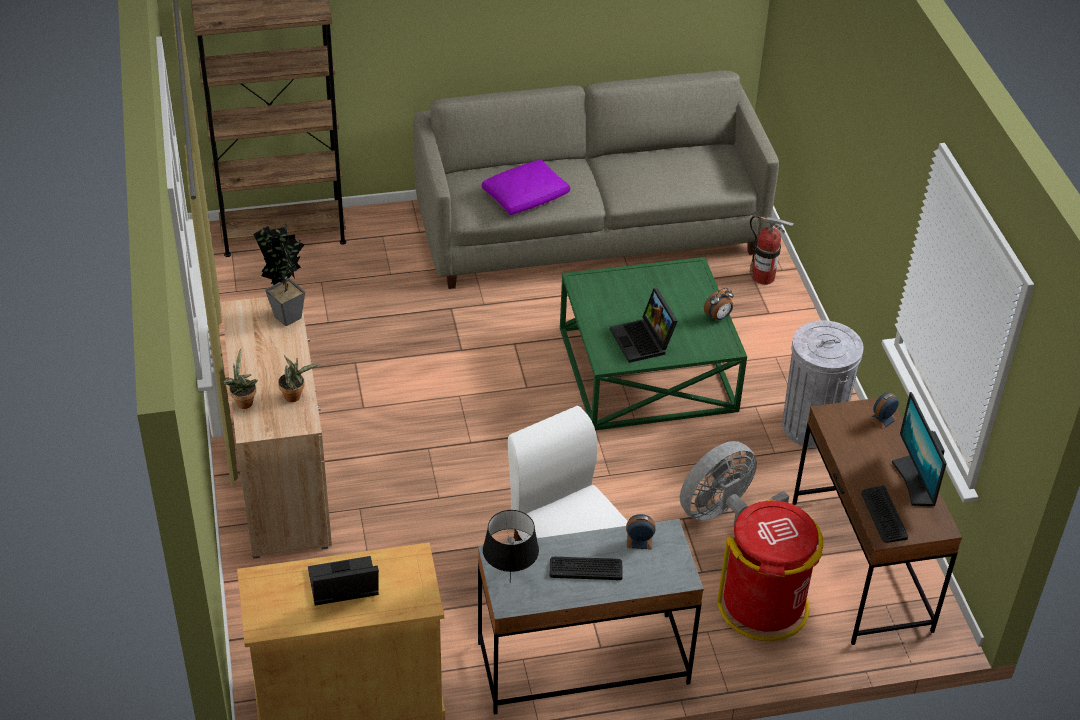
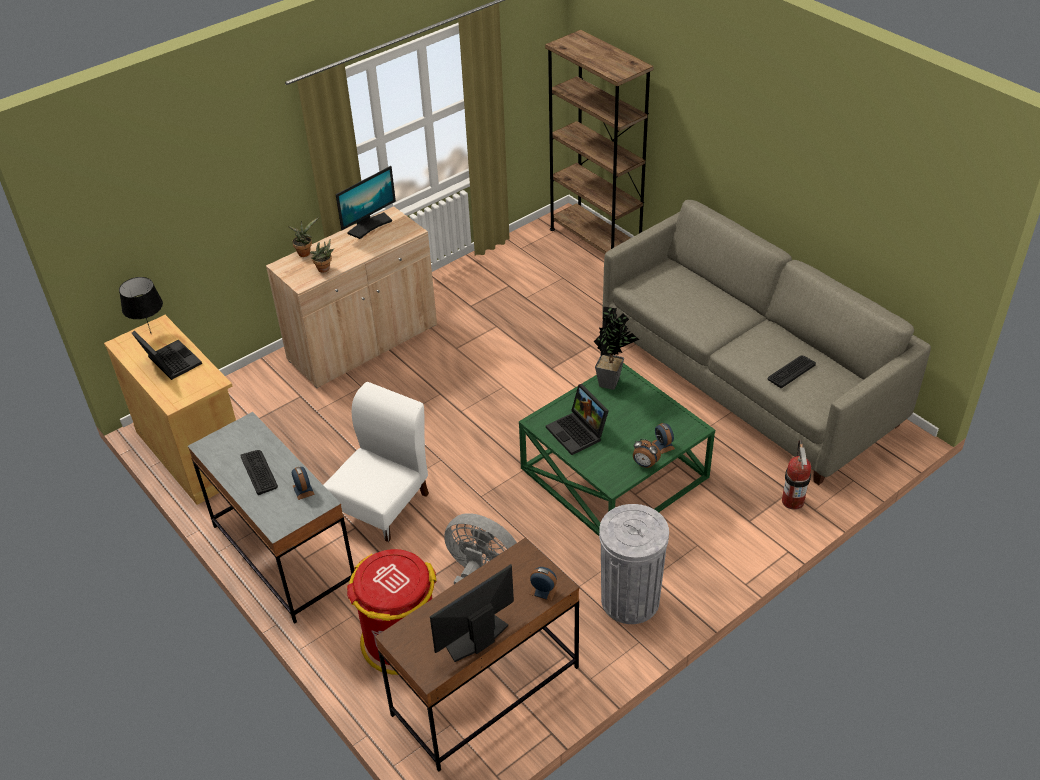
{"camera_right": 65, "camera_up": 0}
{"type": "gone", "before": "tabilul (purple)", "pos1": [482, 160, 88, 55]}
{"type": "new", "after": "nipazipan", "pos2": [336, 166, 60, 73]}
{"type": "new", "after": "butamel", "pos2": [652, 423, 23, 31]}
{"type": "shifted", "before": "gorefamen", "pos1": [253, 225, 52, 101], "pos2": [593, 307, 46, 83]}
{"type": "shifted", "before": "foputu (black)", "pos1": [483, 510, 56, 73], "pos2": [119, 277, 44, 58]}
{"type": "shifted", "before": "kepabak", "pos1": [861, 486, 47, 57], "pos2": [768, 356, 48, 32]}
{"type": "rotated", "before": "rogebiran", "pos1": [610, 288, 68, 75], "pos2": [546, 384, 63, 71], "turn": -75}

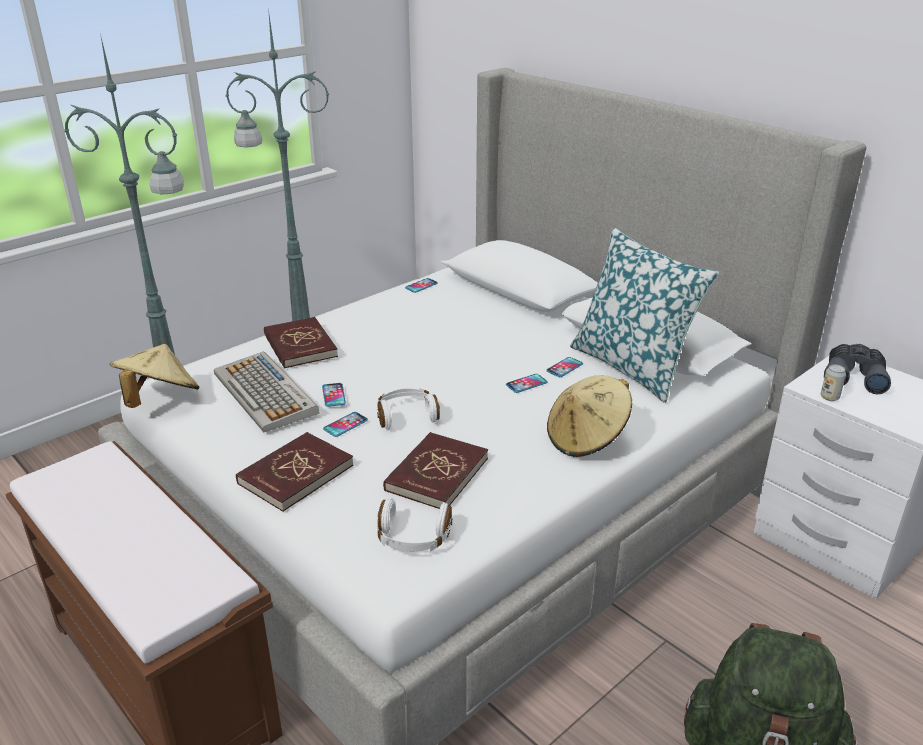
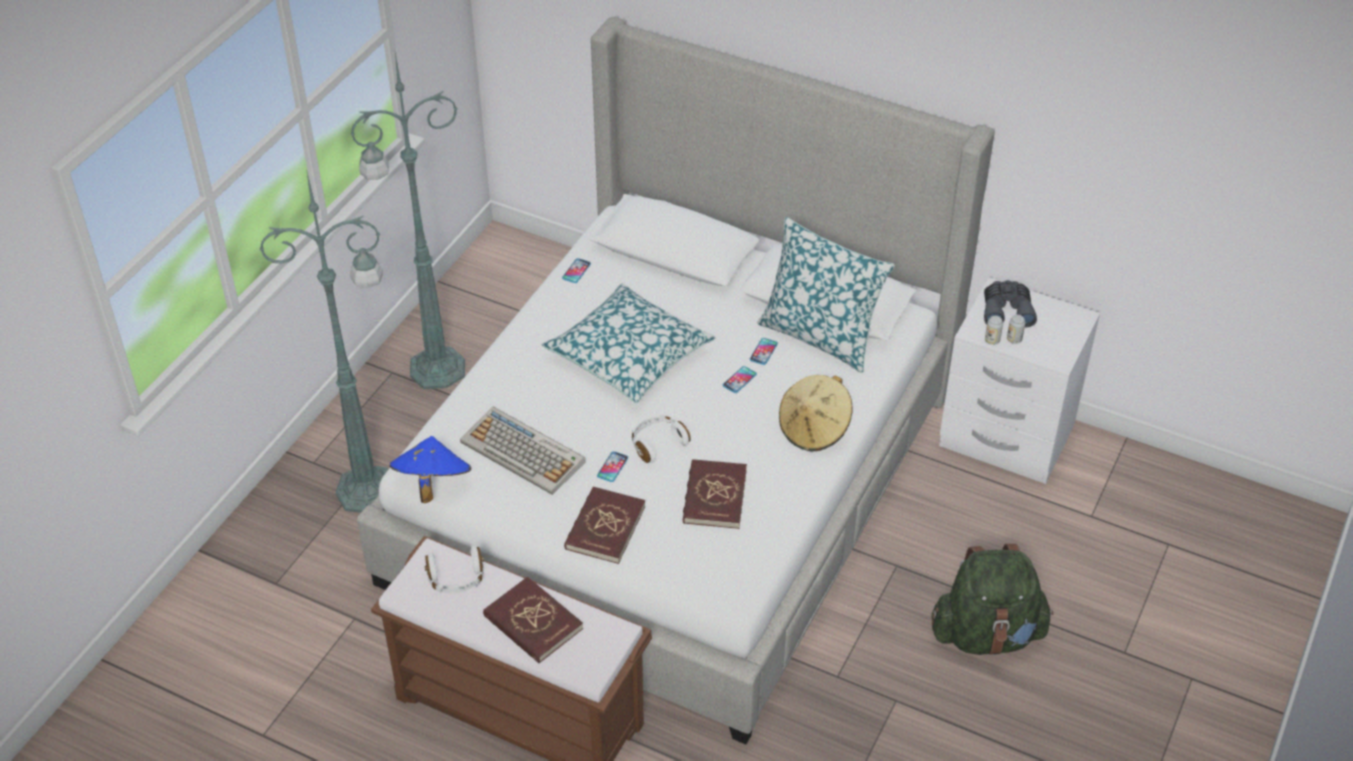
{"camera_right": -20, "camera_up": 15}
{"type": "gone", "before": "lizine", "pos1": [322, 383, 24, 24]}
{"type": "new", "after": "tabilul", "pos2": [542, 284, 173, 119]}
{"type": "new", "after": "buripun", "pos2": [1007, 315, 19, 29]}
{"type": "shifted", "before": "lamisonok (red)", "pos1": [264, 317, 74, 52], "pos2": [483, 577, 100, 86]}
{"type": "shifted", "before": "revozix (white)", "pos1": [377, 498, 76, 54], "pos2": [425, 546, 59, 47]}
{"type": "repainted", "before": "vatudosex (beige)", "after": "vatudosex (blue)", "pos1": [110, 344, 89, 64], "pos2": [390, 436, 81, 67]}

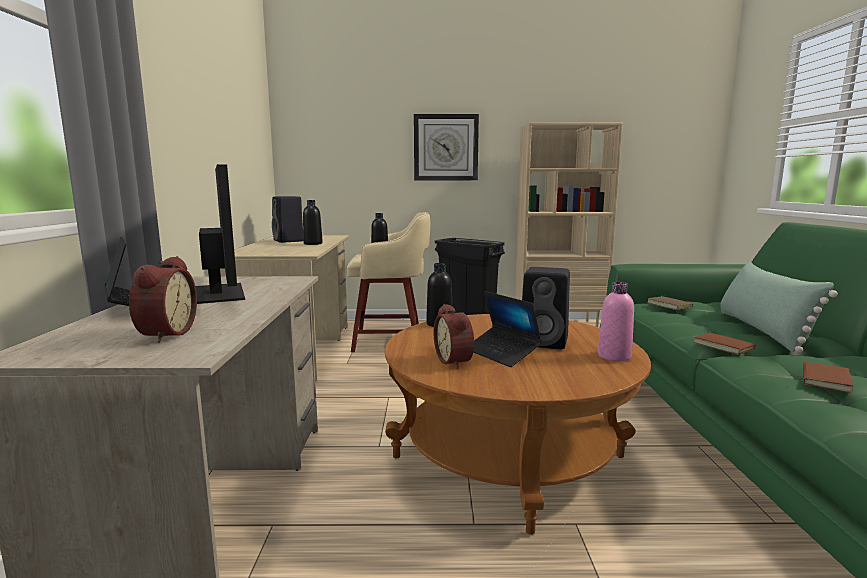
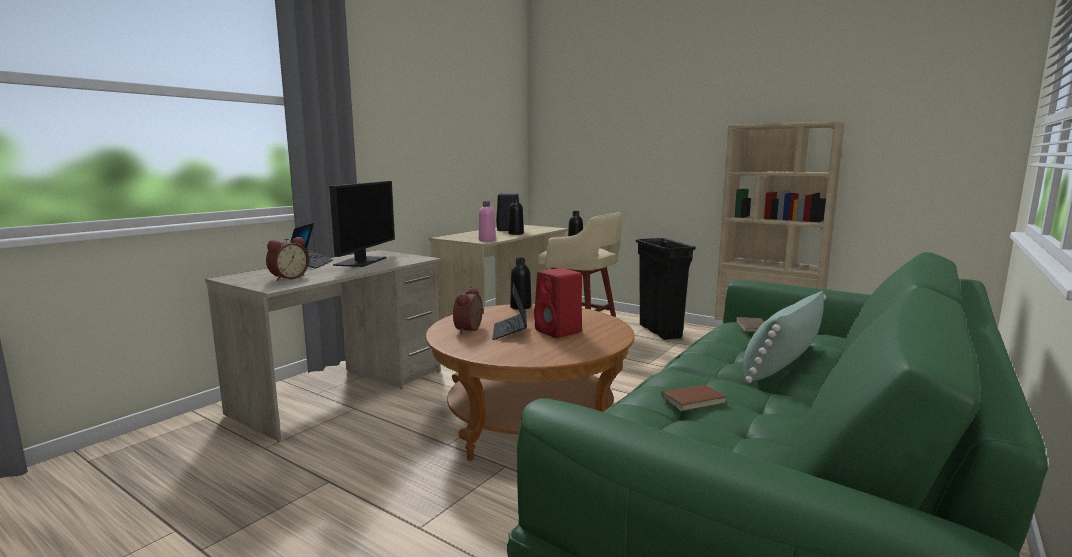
{"camera_right": 35, "camera_up": 0}
{"type": "gone", "before": "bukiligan", "pos1": [414, 114, 65, 66]}
{"type": "gone", "before": "lamisonok (brown)", "pos1": [693, 331, 63, 24]}
{"type": "shifted", "before": "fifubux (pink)", "pos1": [598, 282, 36, 79], "pos2": [479, 201, 16, 41]}
{"type": "repainted", "before": "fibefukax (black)", "after": "fibefukax (red)", "pos1": [522, 267, 48, 82], "pos2": [534, 268, 48, 70]}

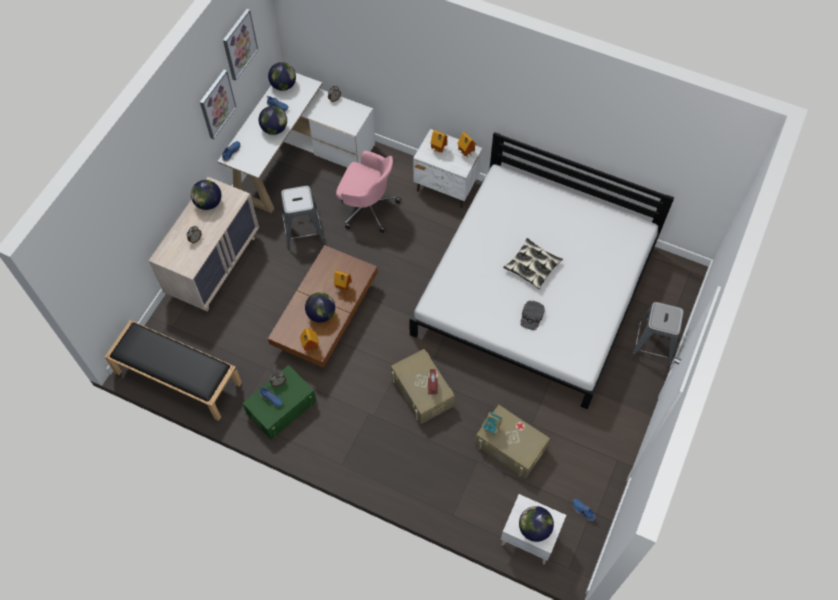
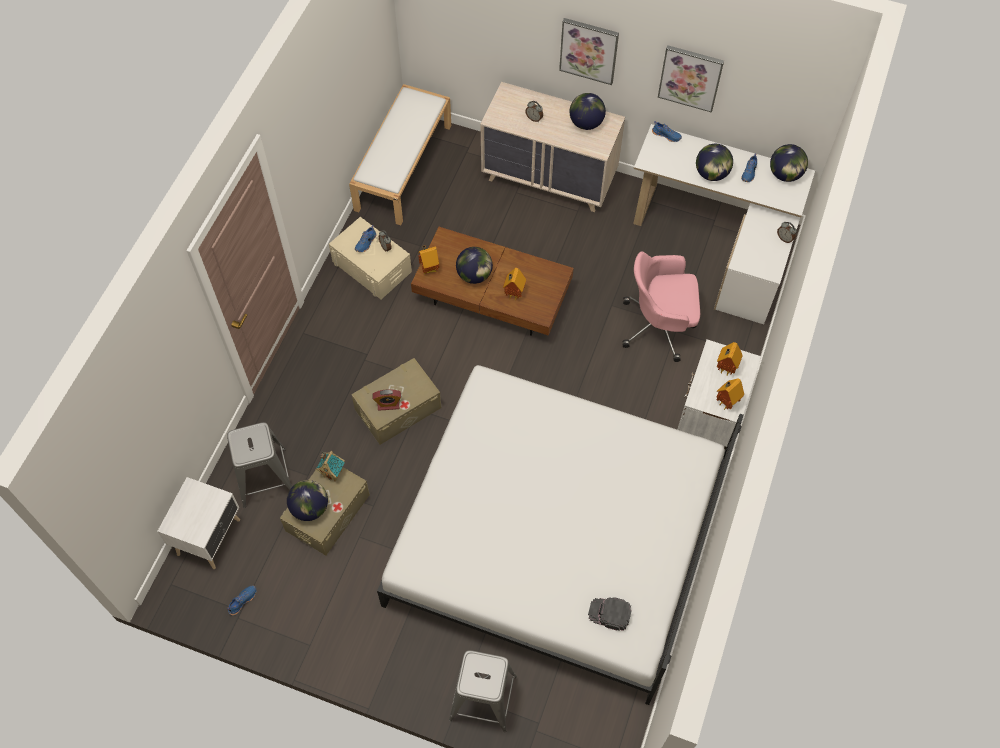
{"camera_right": 85, "camera_up": 0}
{"type": "gone", "before": "tabilul", "pos1": [503, 238, 60, 52]}
{"type": "shifted", "before": "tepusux", "pos1": [223, 9, 35, 72], "pos2": [559, 18, 60, 67]}
{"type": "shifted", "before": "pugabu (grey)", "pos1": [281, 186, 44, 64], "pos2": [227, 422, 66, 86]}
{"type": "shifted", "before": "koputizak", "pos1": [519, 506, 35, 36], "pos2": [287, 480, 41, 41]}
{"type": "shifted", "before": "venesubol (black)", "pos1": [520, 300, 25, 30], "pos2": [588, 597, 44, 34]}
{"type": "repainted", "before": "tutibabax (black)", "after": "tutibabax (white)", "pos1": [105, 320, 137, 101], "pos2": [349, 84, 102, 141]}
{"type": "repainted", "before": "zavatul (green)", "after": "zavatul (beige)", "pos1": [242, 365, 74, 75], "pos2": [329, 217, 83, 82]}
{"type": "rotated", "before": "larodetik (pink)", "pos1": [336, 151, 65, 82], "pos2": [622, 252, 78, 110], "turn": 75}

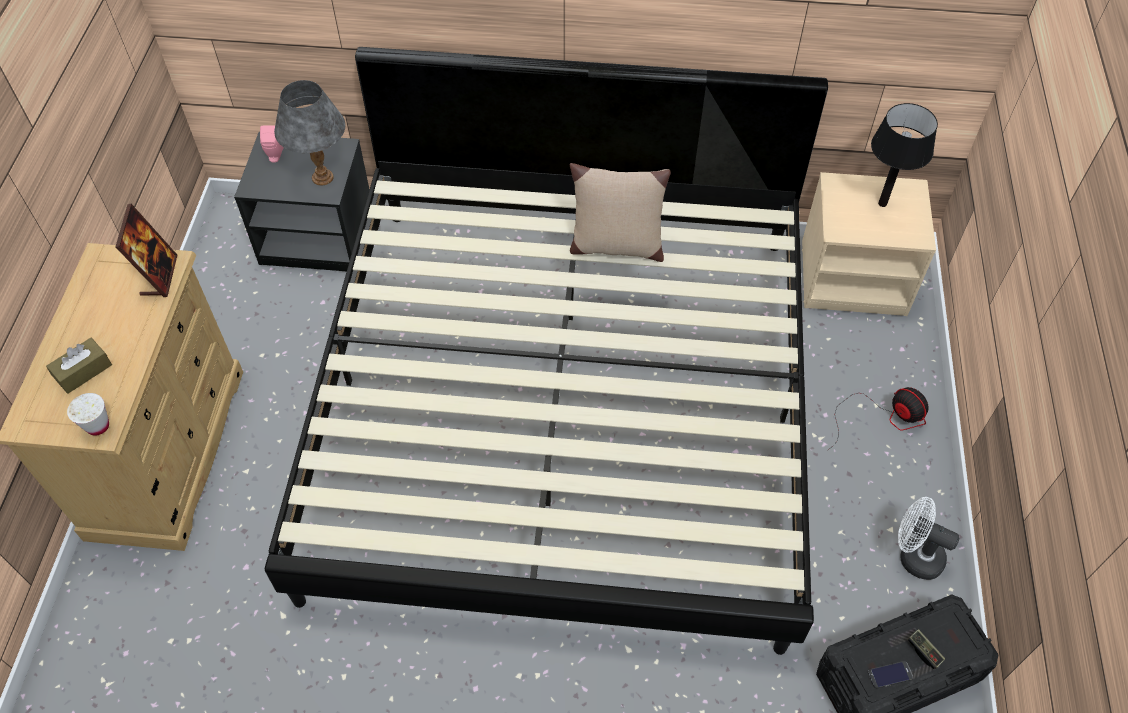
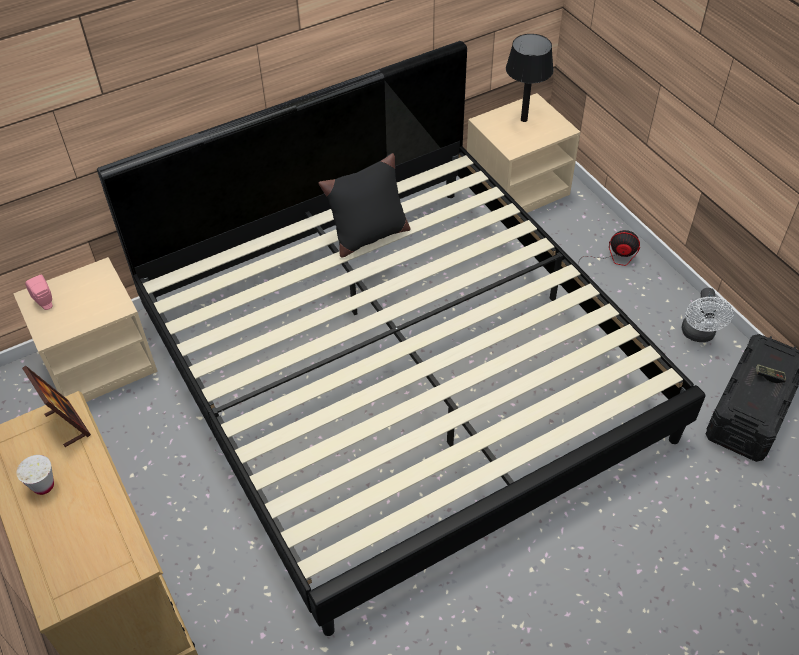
{"camera_right": -35, "camera_up": -5}
{"type": "gone", "before": "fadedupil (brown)", "pos1": [46, 338, 66, 56]}
{"type": "gone", "before": "foputu (grey)", "pos1": [274, 80, 72, 106]}
{"type": "gone", "before": "lizine", "pos1": [868, 661, 45, 27]}
{"type": "shifted", "before": "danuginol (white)", "pos1": [67, 393, 42, 42], "pos2": [17, 455, 37, 40]}
{"type": "repainted", "before": "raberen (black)", "after": "raberen (beige)", "pos1": [234, 132, 136, 139], "pos2": [13, 257, 145, 145]}
{"type": "repainted", "before": "tabilul (beige)", "after": "tabilul (black)", "pos1": [570, 163, 101, 99], "pos2": [319, 153, 92, 105]}
{"type": "rotated", "before": "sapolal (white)", "pos1": [898, 497, 62, 83], "pos2": [682, 288, 52, 54], "turn": -75}

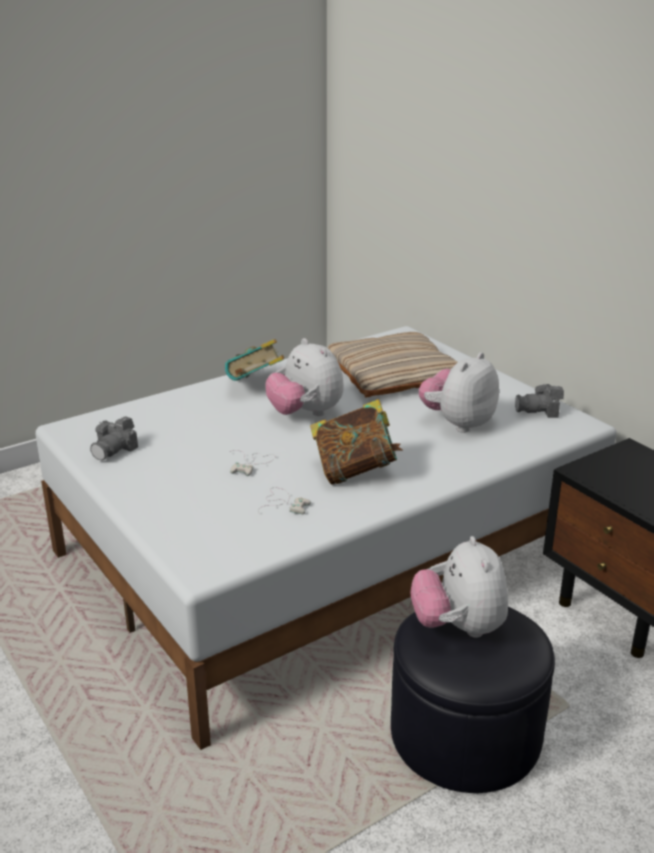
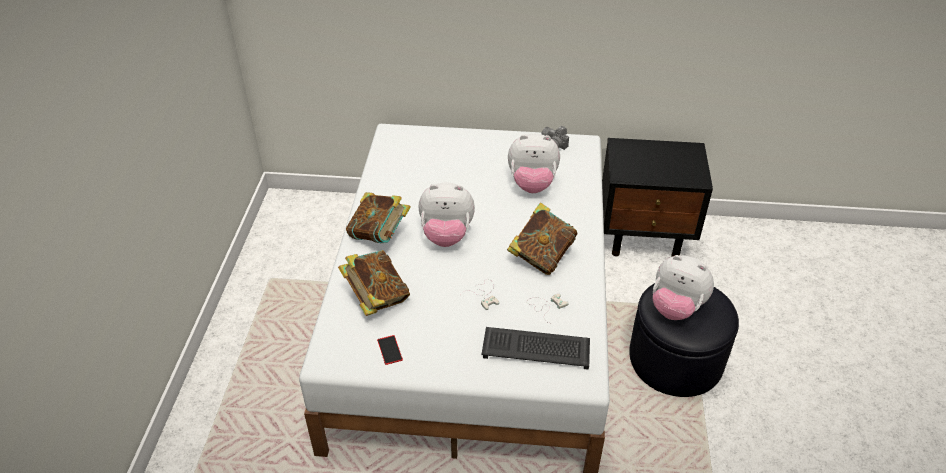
{"camera_right": -50, "camera_up": 15}
{"type": "gone", "before": "tabilul (beige)", "pos1": [327, 332, 131, 65]}
{"type": "new", "after": "lamisonok", "pos2": [338, 250, 72, 66]}
{"type": "new", "after": "kepabak", "pos2": [481, 327, 109, 43]}
{"type": "swapped", "before": "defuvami", "after": "lizine", "pos1": [90, 416, 48, 44], "pos2": [377, 335, 26, 30]}
{"type": "rotated", "before": "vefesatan", "pos1": [419, 352, 80, 81], "pos2": [508, 133, 52, 60], "turn": -75}

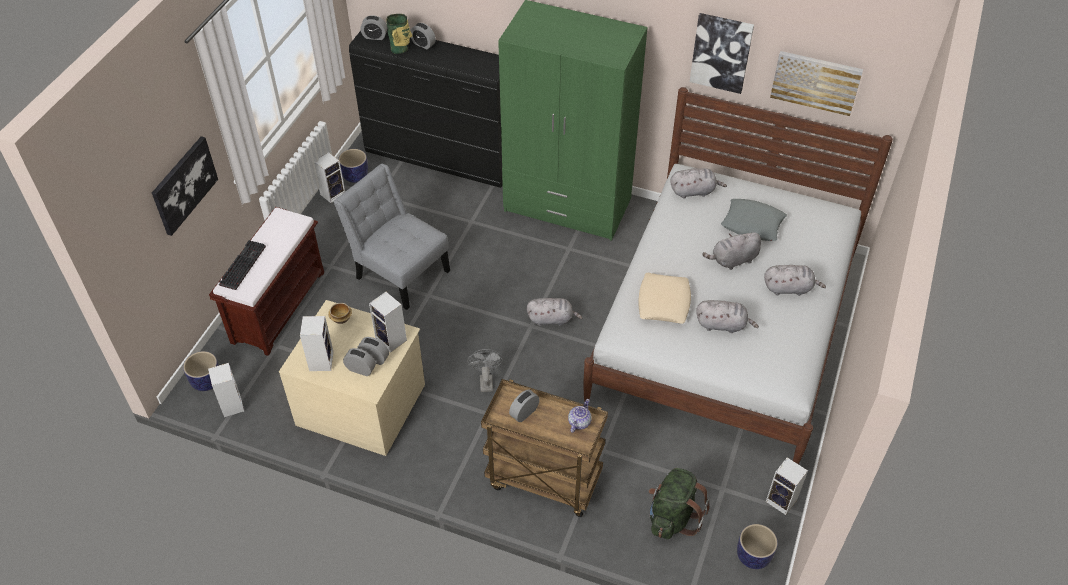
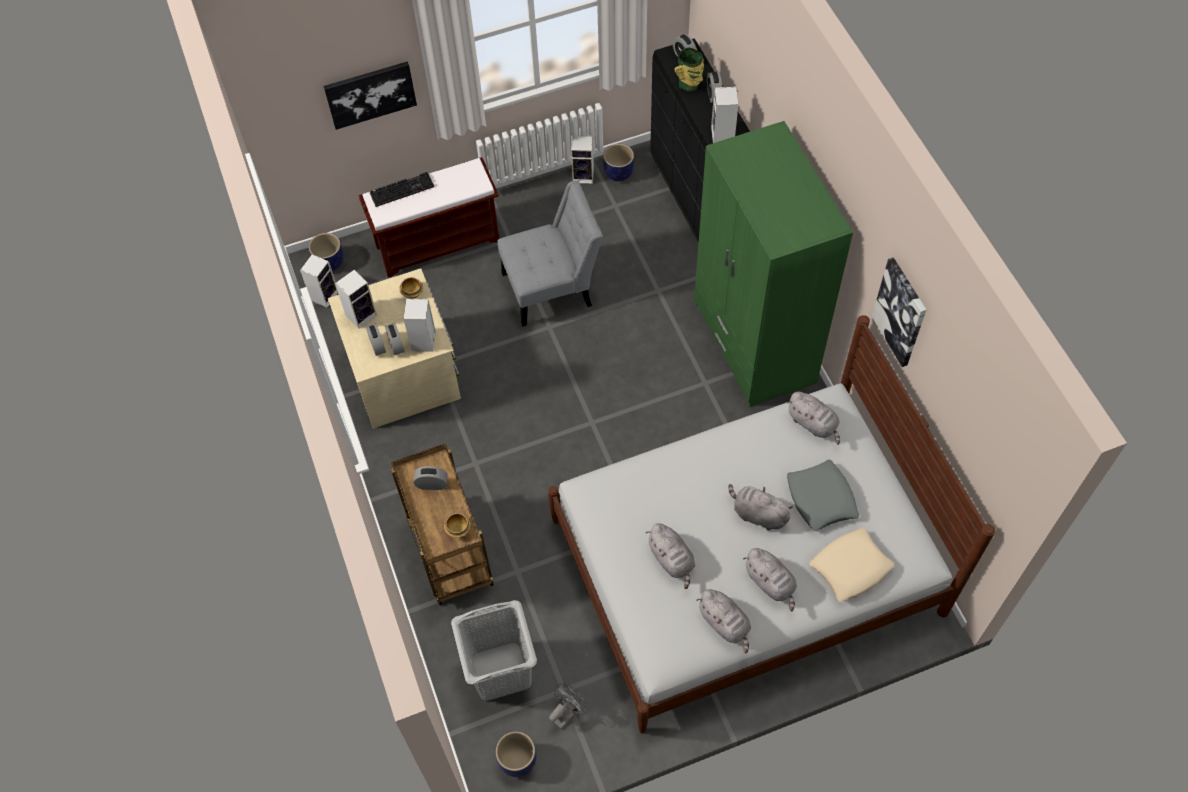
{"camera_right": 50, "camera_up": 10}
{"type": "gone", "before": "tepusux", "pos1": [770, 51, 93, 65]}
{"type": "shifted", "before": "sapolal (grey)", "pos1": [467, 349, 36, 43], "pos2": [549, 683, 37, 46]}
{"type": "shifted", "before": "vefesatan (grey)", "pos1": [527, 298, 55, 28], "pos2": [697, 589, 54, 65]}
{"type": "shifted", "before": "tabilul (beige)", "pos1": [638, 273, 53, 51], "pos2": [809, 528, 86, 74]}
{"type": "shifted", "before": "fibefukax", "pos1": [766, 457, 42, 58], "pos2": [711, 87, 27, 56]}
{"type": "swapped", "before": "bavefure", "after": "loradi", "pos1": [568, 399, 24, 34], "pos2": [444, 513, 27, 25]}
{"type": "swapped", "before": "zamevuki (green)", "after": "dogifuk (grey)", "pos1": [649, 468, 61, 71], "pos2": [451, 600, 86, 101]}
{"type": "rotated", "before": "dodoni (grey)", "pos1": [333, 164, 117, 146], "pos2": [497, 181, 106, 146], "turn": 75}

